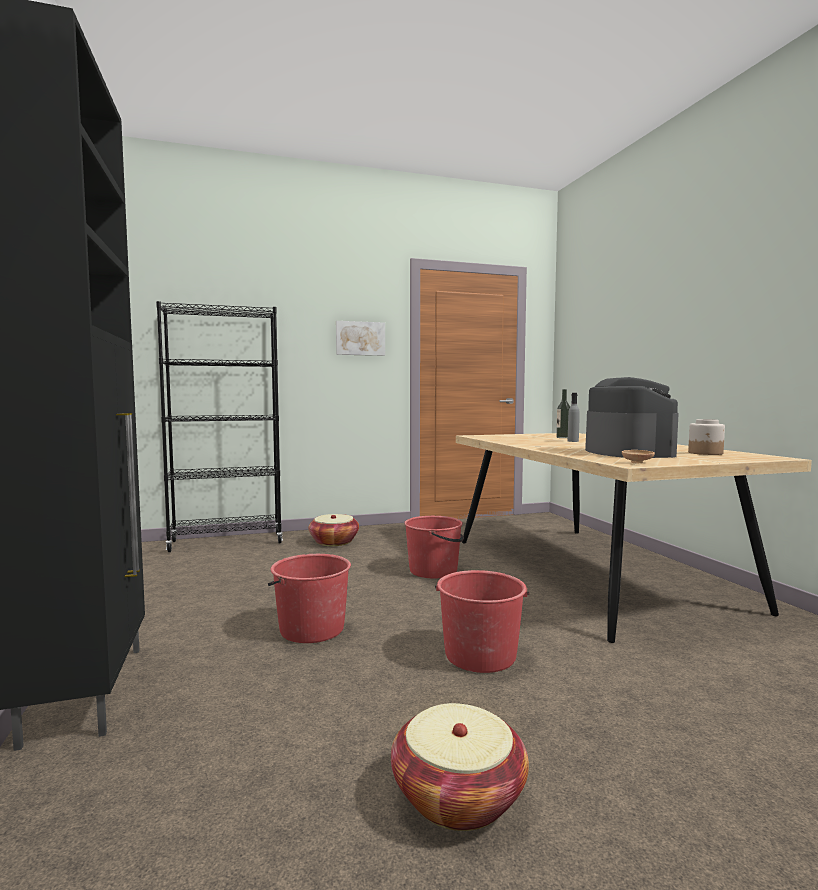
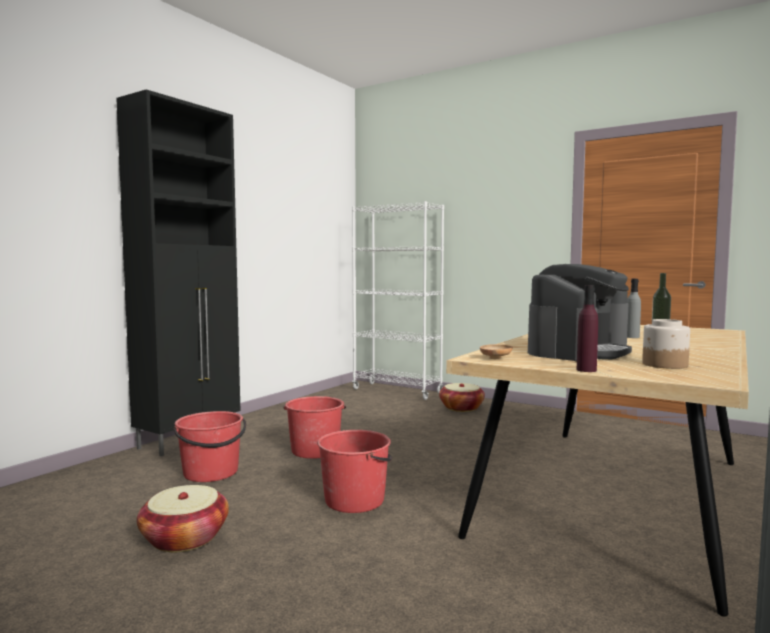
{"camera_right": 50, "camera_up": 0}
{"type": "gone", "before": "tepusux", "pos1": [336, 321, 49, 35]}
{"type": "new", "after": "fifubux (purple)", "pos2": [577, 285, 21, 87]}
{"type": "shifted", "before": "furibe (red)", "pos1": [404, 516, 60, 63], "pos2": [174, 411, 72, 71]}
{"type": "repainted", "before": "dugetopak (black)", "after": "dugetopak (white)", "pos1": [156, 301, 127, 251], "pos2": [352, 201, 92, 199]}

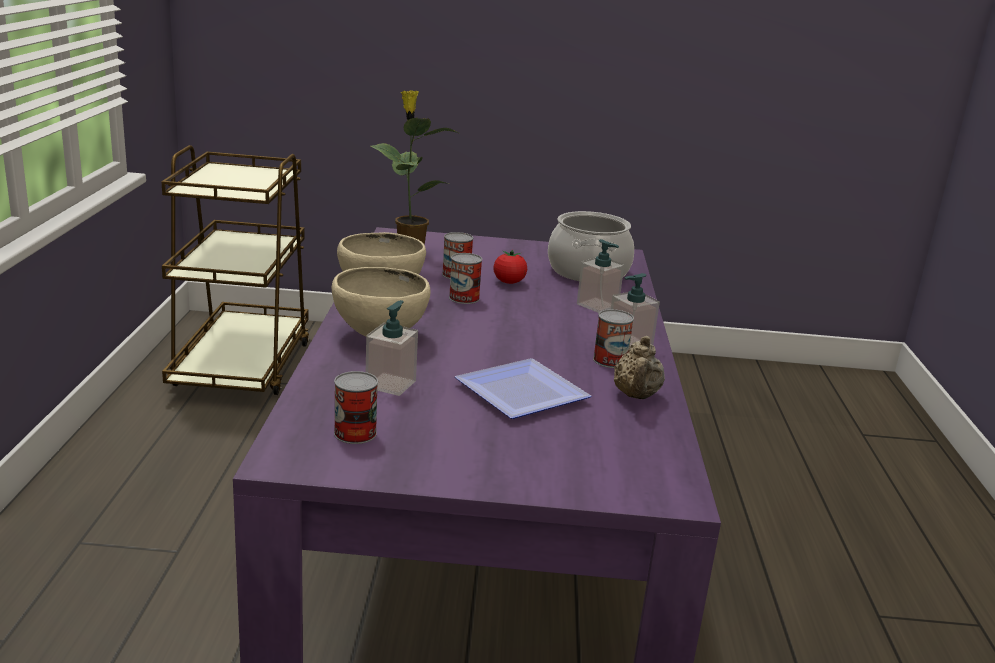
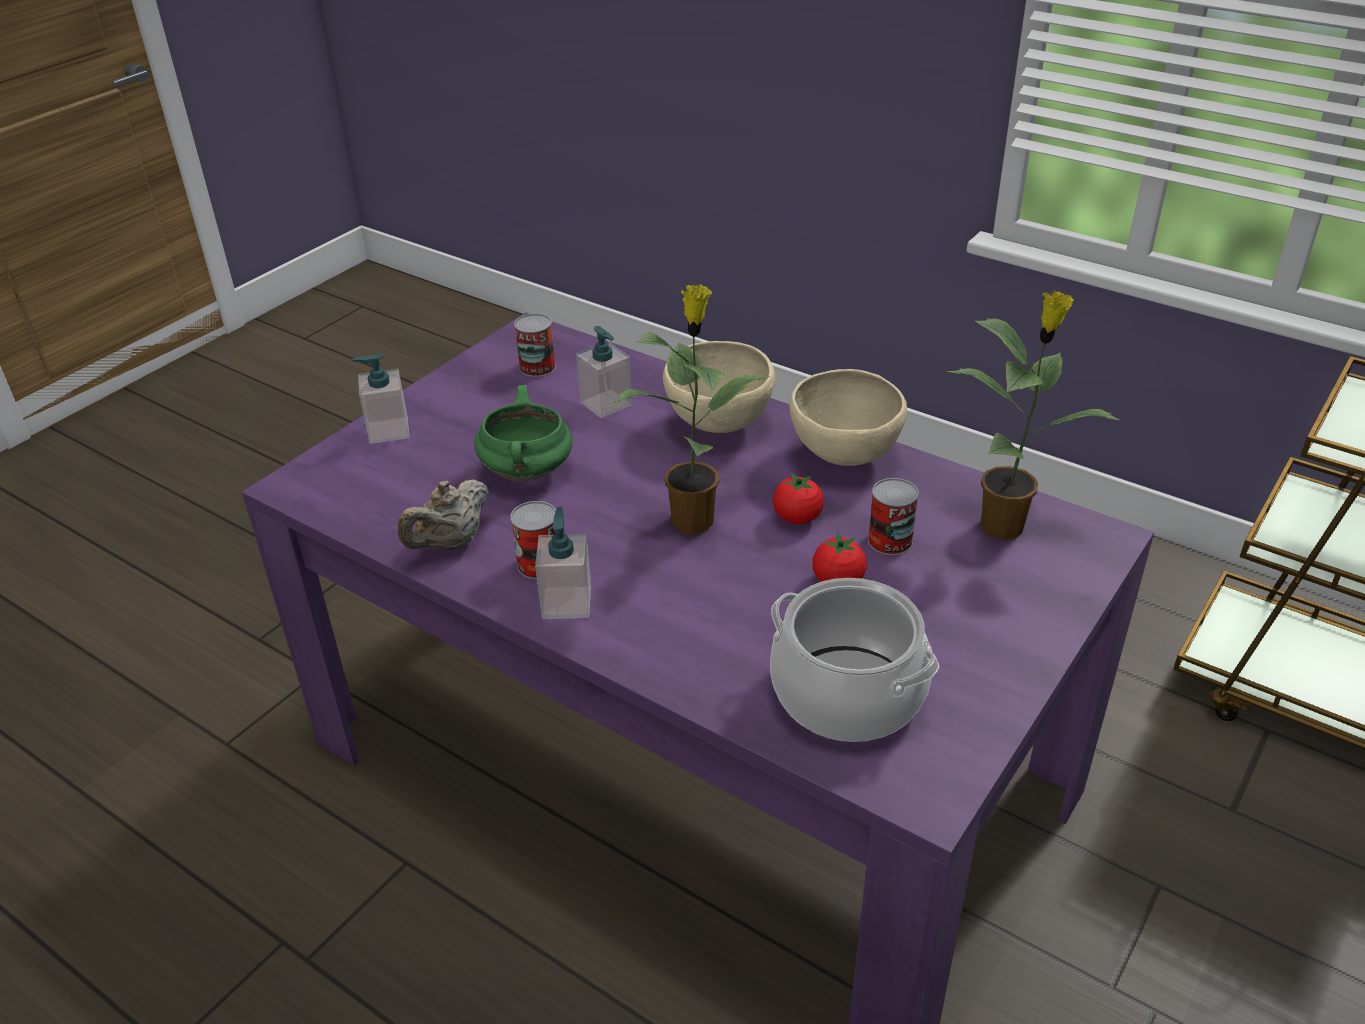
{"camera_right": 125, "camera_up": 15}
{"type": "new", "after": "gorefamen", "pos2": [614, 284, 156, 251]}
{"type": "shifted", "before": "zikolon", "pos1": [577, 239, 47, 74], "pos2": [352, 353, 58, 91]}
{"type": "swapped", "before": "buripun", "after": "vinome", "pos1": [449, 253, 33, 51], "pos2": [773, 473, 51, 52]}
{"type": "swapped", "before": "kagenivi", "after": "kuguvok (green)", "pos1": [455, 358, 136, 61], "pos2": [474, 385, 99, 96]}
{"type": "rotated", "before": "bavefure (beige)", "pos1": [614, 336, 51, 63], "pos2": [398, 480, 91, 70], "turn": -90}

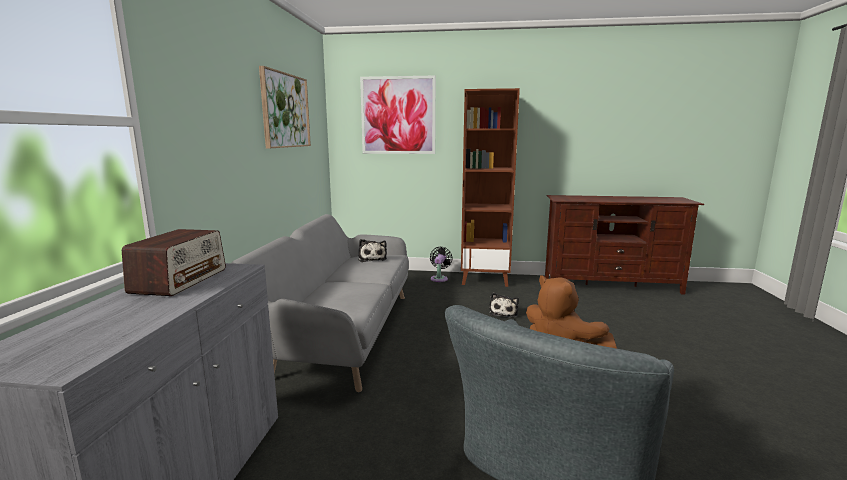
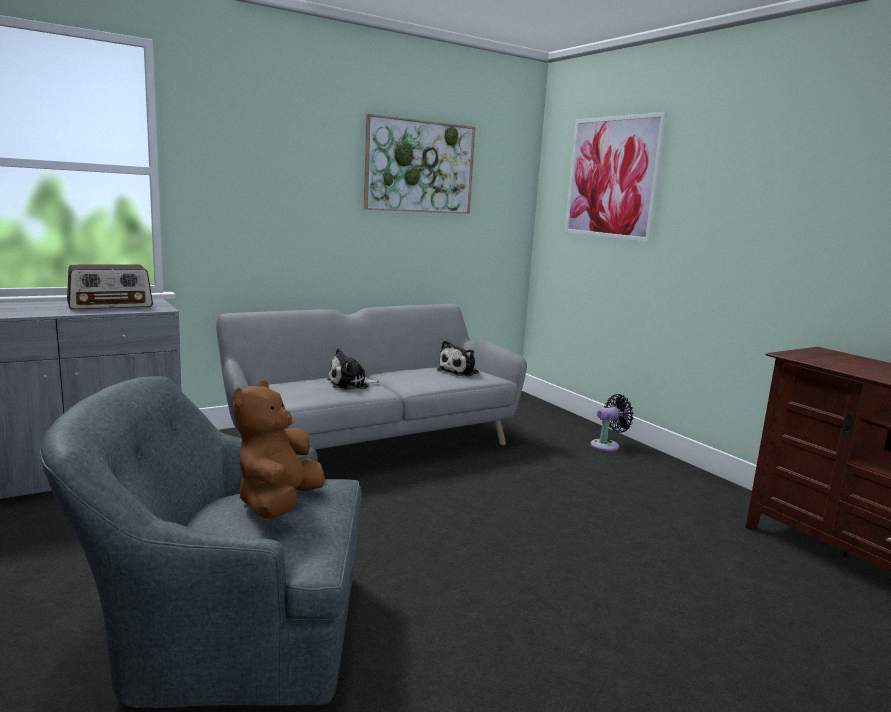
{"camera_right": 50, "camera_up": 0}
{"type": "gone", "before": "dugetopak (brown)", "pos1": [461, 88, 59, 199]}
{"type": "shifted", "before": "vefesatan", "pos1": [489, 292, 30, 26], "pos2": [327, 348, 52, 42]}

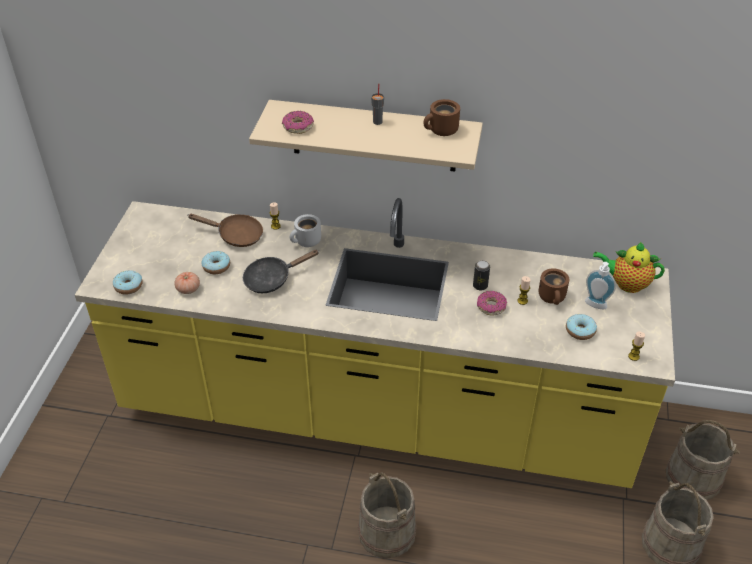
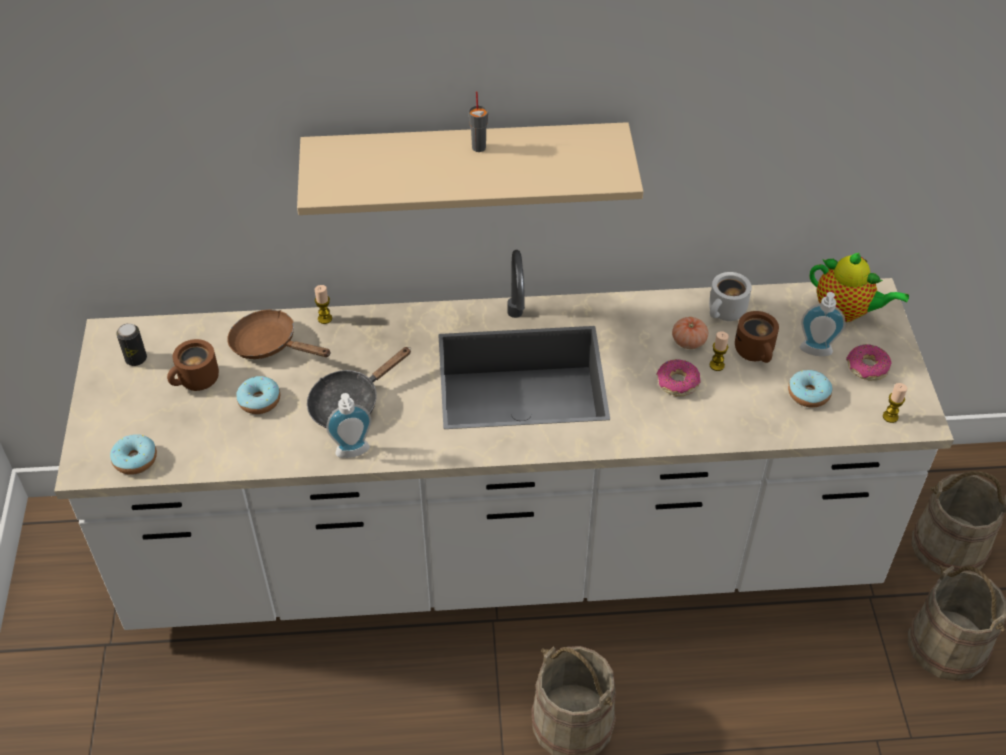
{"camera_right": -15, "camera_up": 5}
{"type": "new", "after": "zikolon", "pos2": [326, 393, 46, 65]}
{"type": "shifted", "before": "vinome", "pos1": [174, 272, 26, 22], "pos2": [672, 317, 36, 32]}
{"type": "shifted", "before": "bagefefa", "pos1": [282, 111, 32, 23], "pos2": [846, 344, 46, 37]}
{"type": "shifted", "before": "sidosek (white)", "pos1": [290, 214, 31, 33], "pos2": [709, 272, 43, 49]}
{"type": "shifted", "before": "sidosek (brown)", "pos1": [423, 99, 37, 37], "pos2": [167, 339, 52, 52]}
{"type": "shifted", "before": "buripun", "pos1": [473, 260, 17, 30], "pos2": [116, 323, 31, 43]}
{"type": "repainted", "before": "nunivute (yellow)", "after": "nunivute (white)", "pos1": [75, 198, 600, 290], "pos2": [54, 250, 900, 380]}
{"type": "rotated", "before": "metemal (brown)", "pos1": [187, 214, 76, 33], "pos2": [227, 310, 104, 49], "turn": -150}
{"type": "rotated", "before": "bavefure", "pos1": [593, 242, 72, 51], "pos2": [810, 253, 99, 69], "turn": -150}

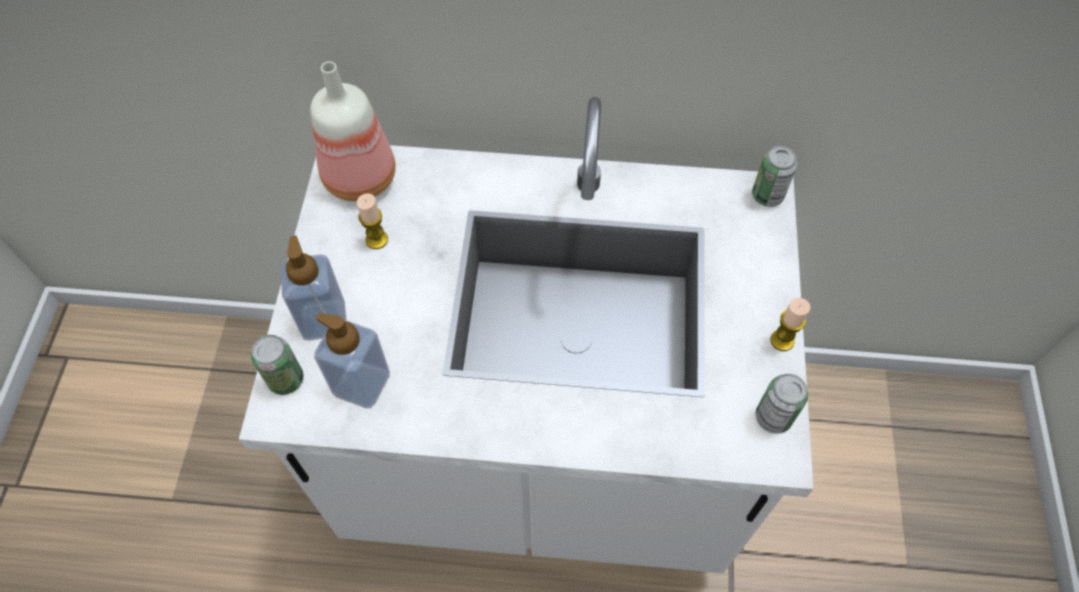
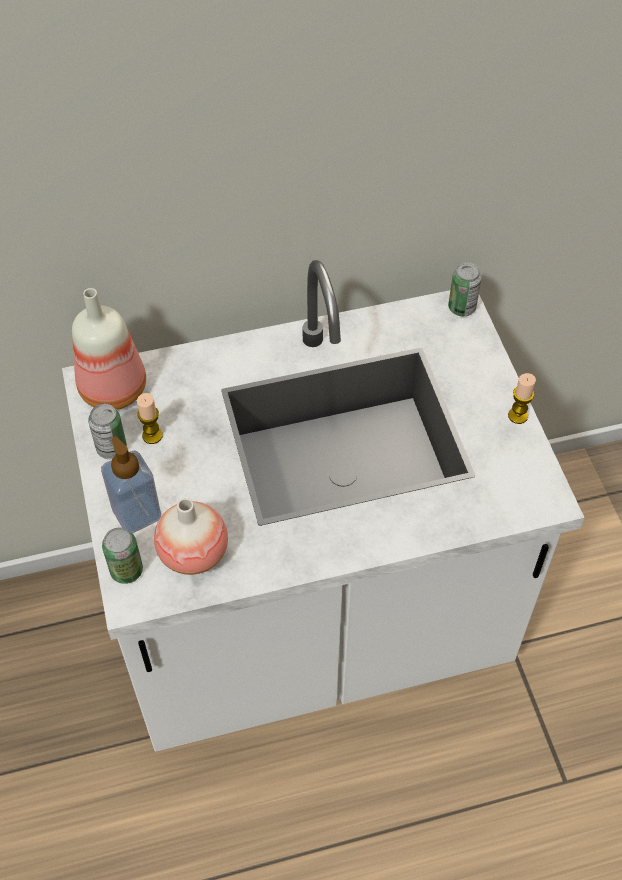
{"camera_right": -20, "camera_up": -5}
{"type": "shifted", "before": "buripun", "pos1": [756, 374, 52, 60], "pos2": [88, 404, 39, 55]}
{"type": "swapped", "before": "zikolon", "after": "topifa", "pos1": [314, 313, 76, 95], "pos2": [154, 498, 74, 77]}

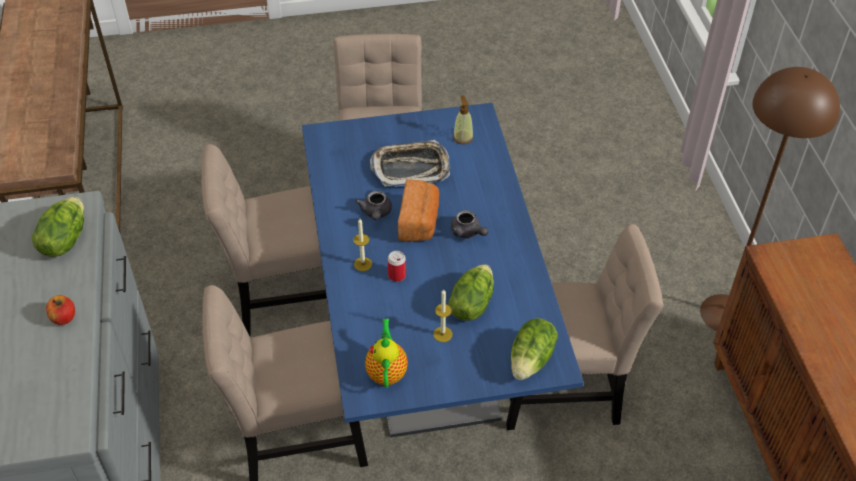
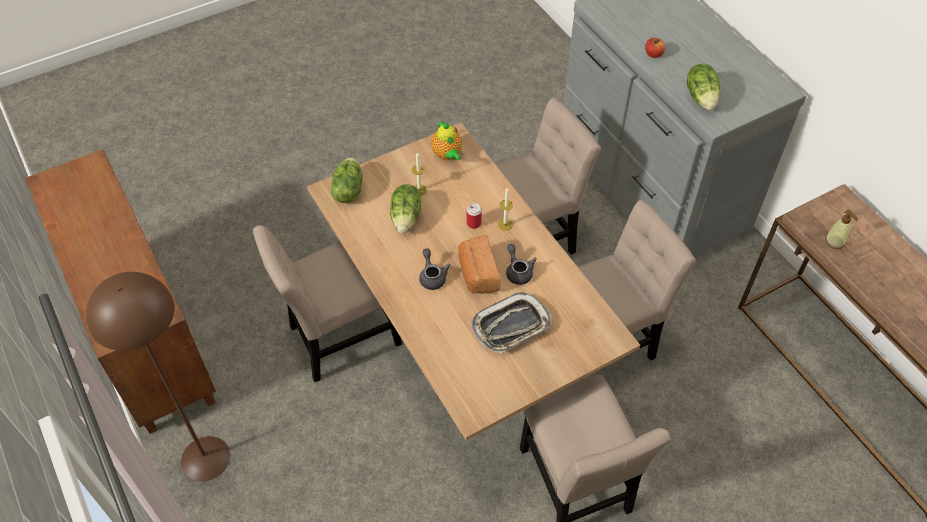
{"camera_right": 160, "camera_up": 5}
{"type": "shifted", "before": "zikolon", "pos1": [453, 95, 21, 49], "pos2": [825, 209, 33, 40]}
{"type": "repainted", "before": "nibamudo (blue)", "after": "nibamudo (brown)", "pos1": [302, 103, 282, 335], "pos2": [307, 123, 333, 317]}
{"type": "rotated", "before": "bavefure (grey)", "pos1": [451, 210, 37, 28], "pos2": [419, 249, 31, 41], "turn": 45}

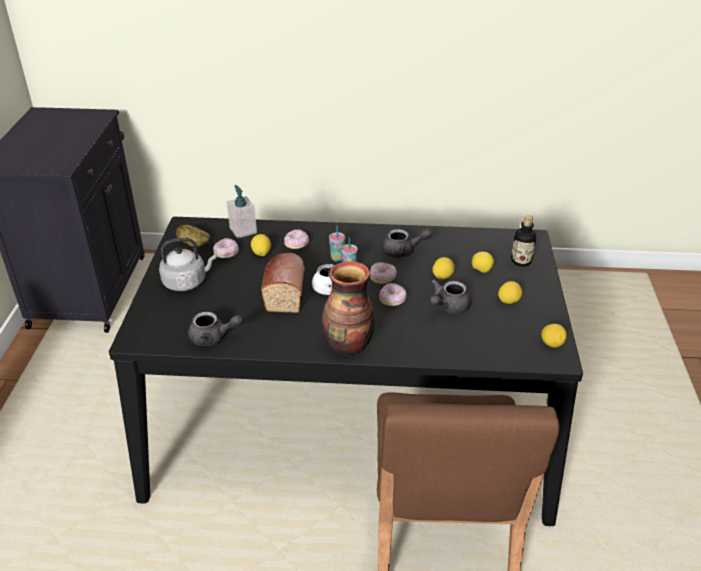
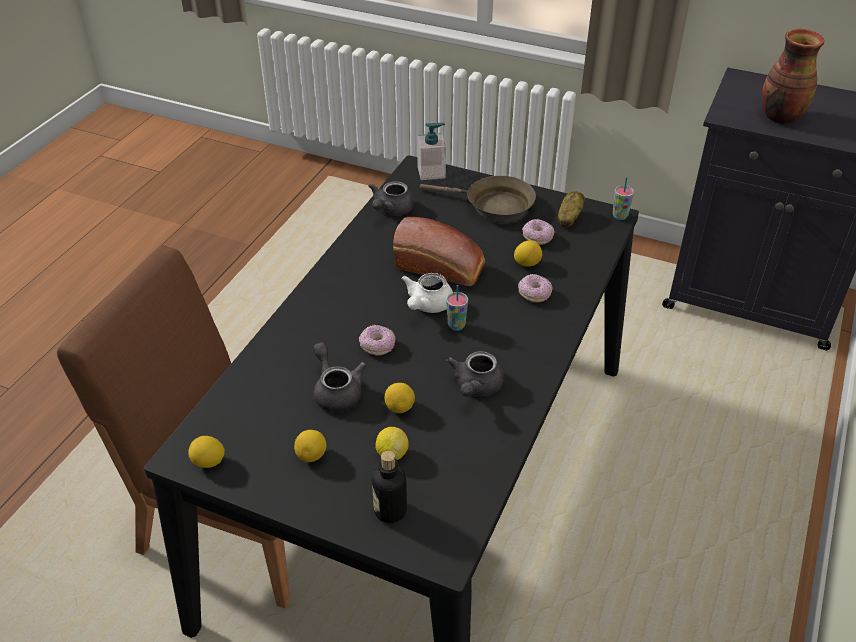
{"camera_right": 110, "camera_up": 5}
{"type": "gone", "before": "bagefefa", "pos1": [370, 262, 27, 22]}
{"type": "shifted", "before": "zikolon", "pos1": [227, 185, 30, 54], "pos2": [417, 123, 29, 57]}
{"type": "shifted", "before": "topifa", "pos1": [322, 261, 53, 95], "pos2": [762, 29, 62, 95]}
{"type": "shifted", "before": "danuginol", "pos1": [329, 225, 16, 37], "pos2": [613, 177, 21, 43]}
{"type": "swapped", "before": "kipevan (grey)", "after": "metemal (brown)", "pos1": [159, 237, 58, 54], "pos2": [420, 176, 116, 46]}

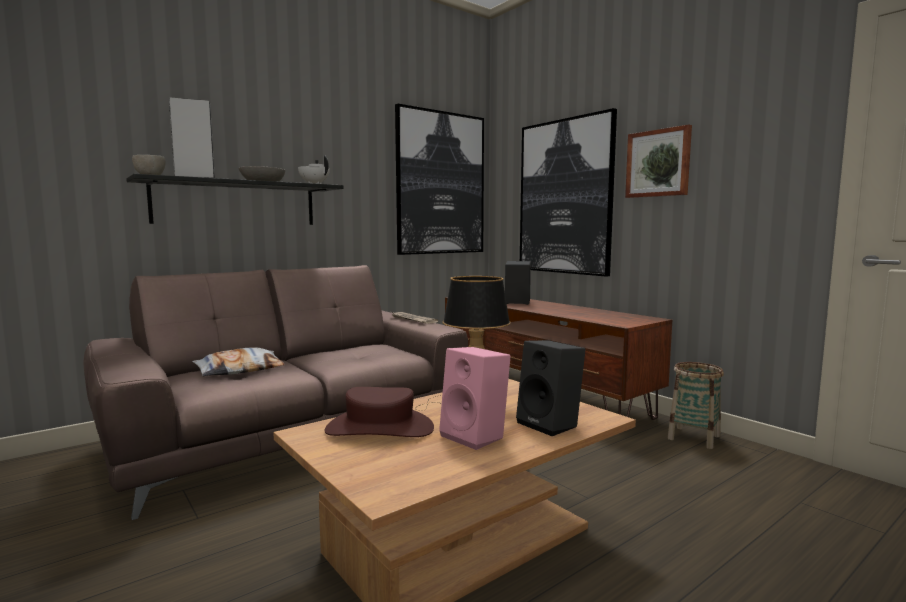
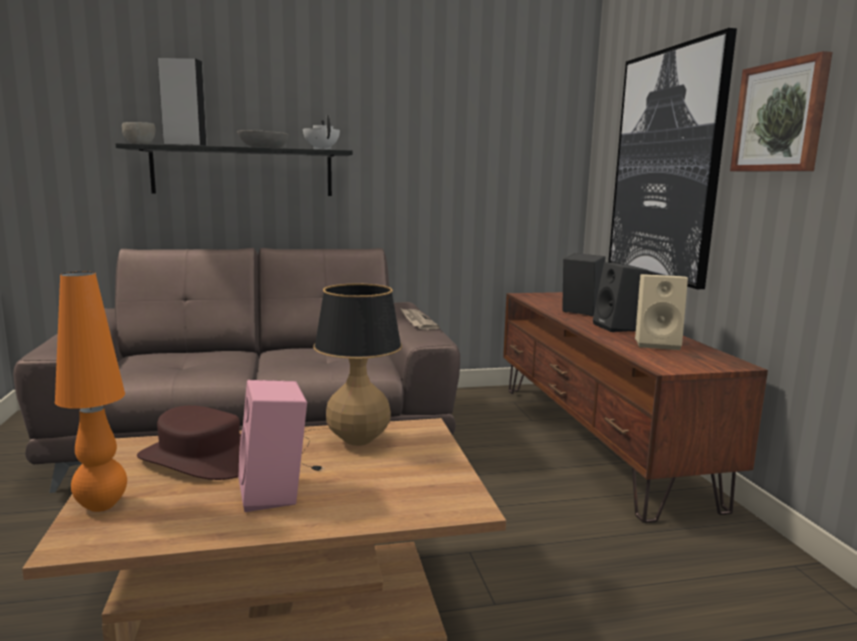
{"camera_right": 25, "camera_up": 5}
{"type": "gone", "before": "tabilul", "pos1": [192, 347, 93, 29]}
{"type": "gone", "before": "tepusux", "pos1": [395, 104, 89, 151]}
{"type": "gone", "before": "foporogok", "pos1": [668, 362, 56, 87]}
{"type": "new", "after": "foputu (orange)", "pos2": [55, 272, 72, 240]}
{"type": "new", "after": "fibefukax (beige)", "pos2": [635, 274, 53, 76]}
{"type": "shifted", "before": "fibefukax (black)", "pos1": [516, 340, 70, 96], "pos2": [593, 262, 56, 70]}

